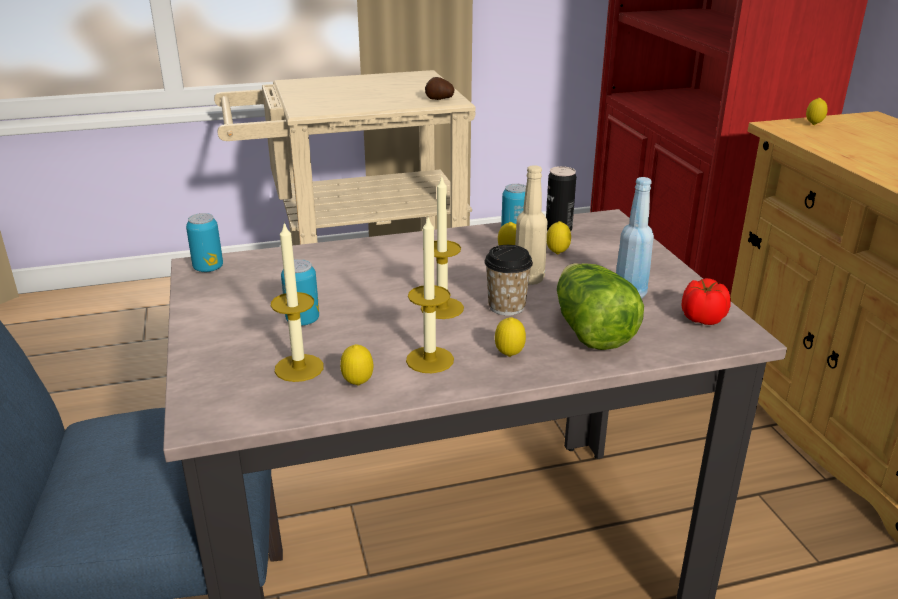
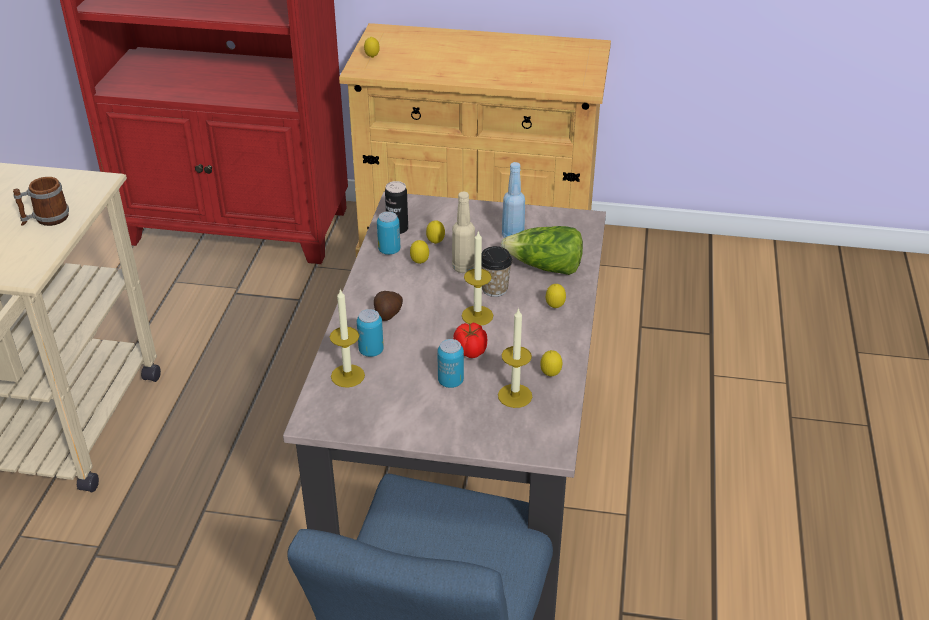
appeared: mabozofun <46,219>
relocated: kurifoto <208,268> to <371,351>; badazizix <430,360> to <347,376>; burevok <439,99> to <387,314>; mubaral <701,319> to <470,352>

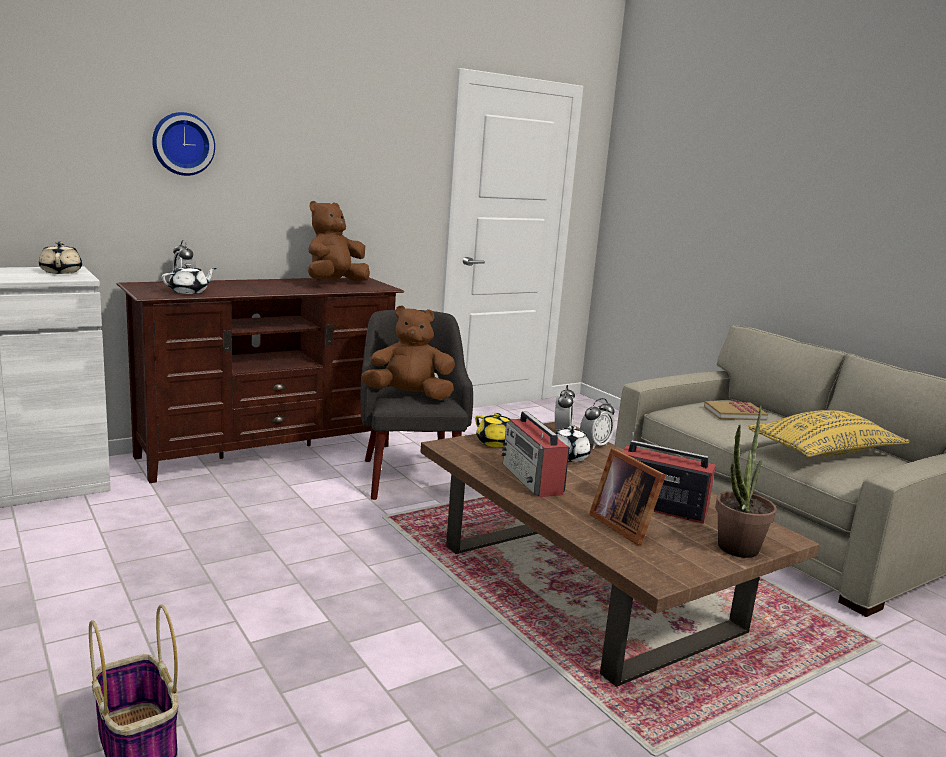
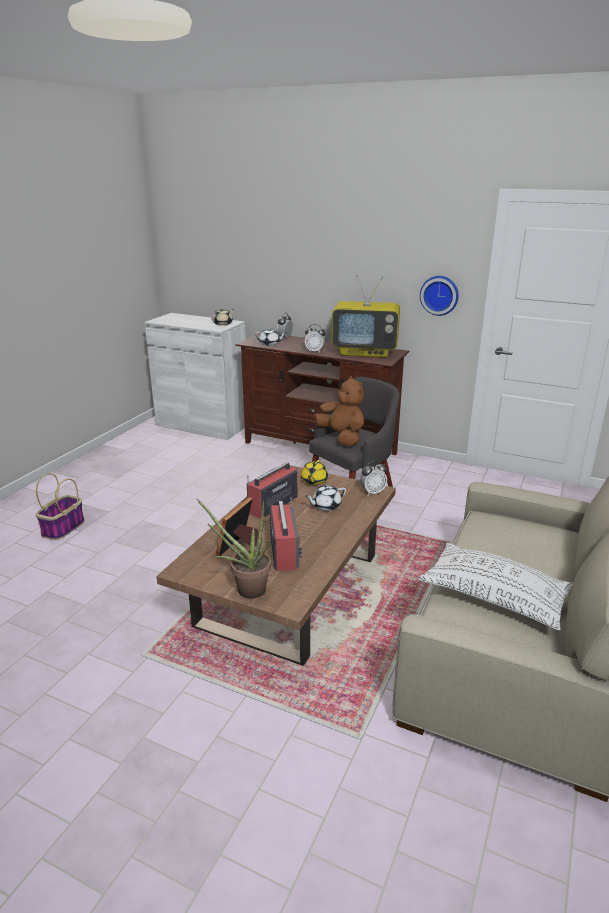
missing: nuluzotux <734,413>
relocated: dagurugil <182,144> to <439,295>; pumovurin <595,445> to <315,351>
exchanged: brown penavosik <334,283> to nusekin <365,352>
colour: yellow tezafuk <824,452> to white tezafuk <495,597>

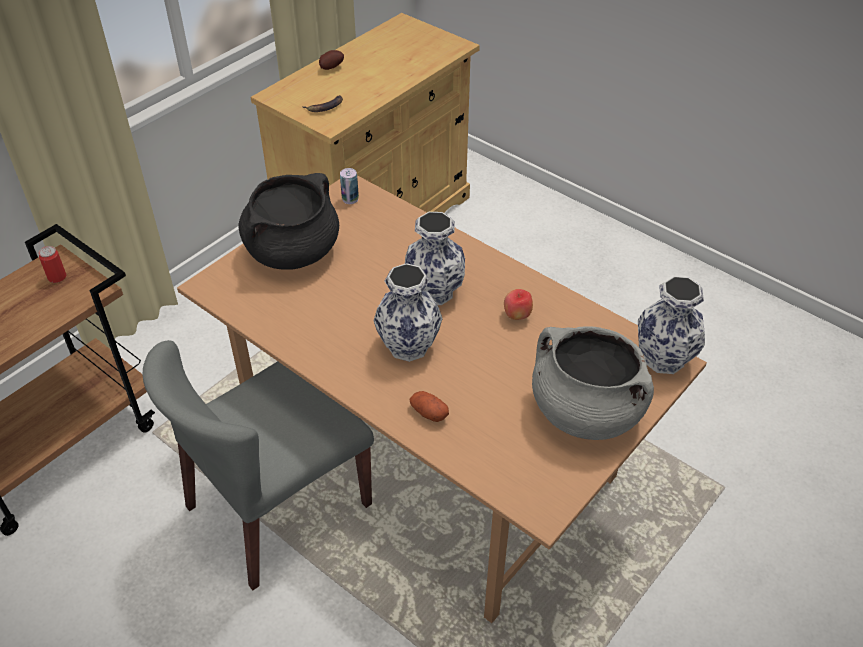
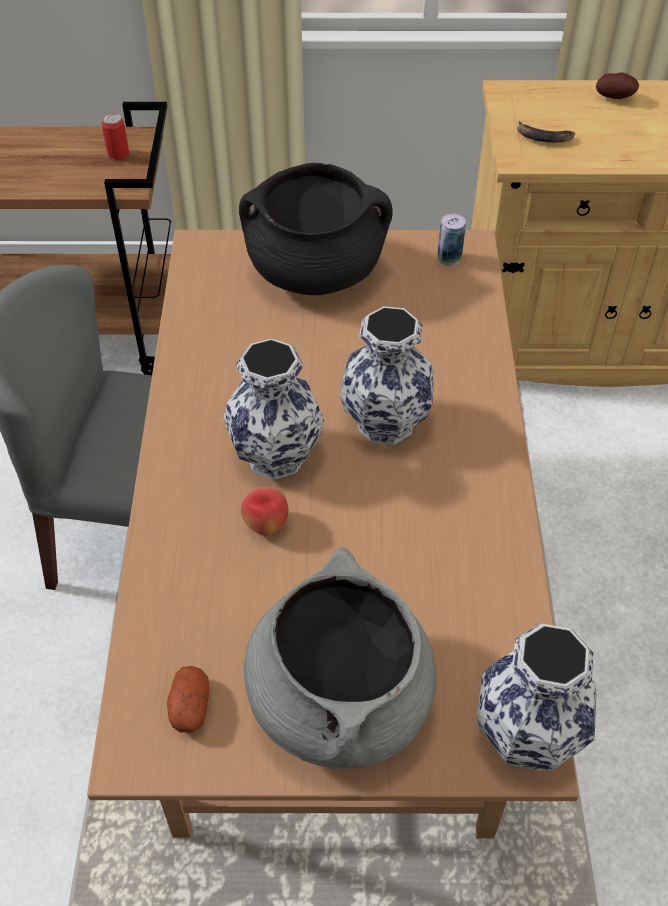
relocated: burevok <429,413> to <190,706>; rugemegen <517,316> to <266,525>

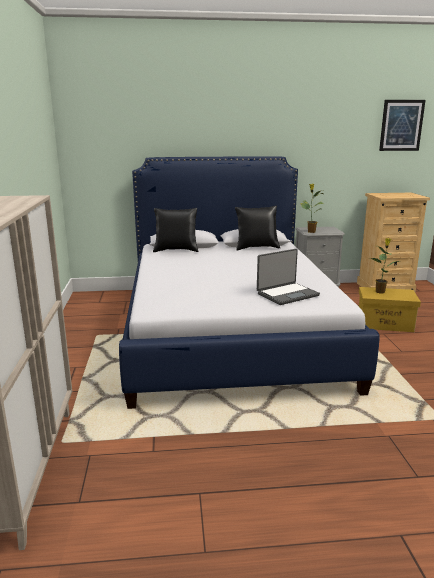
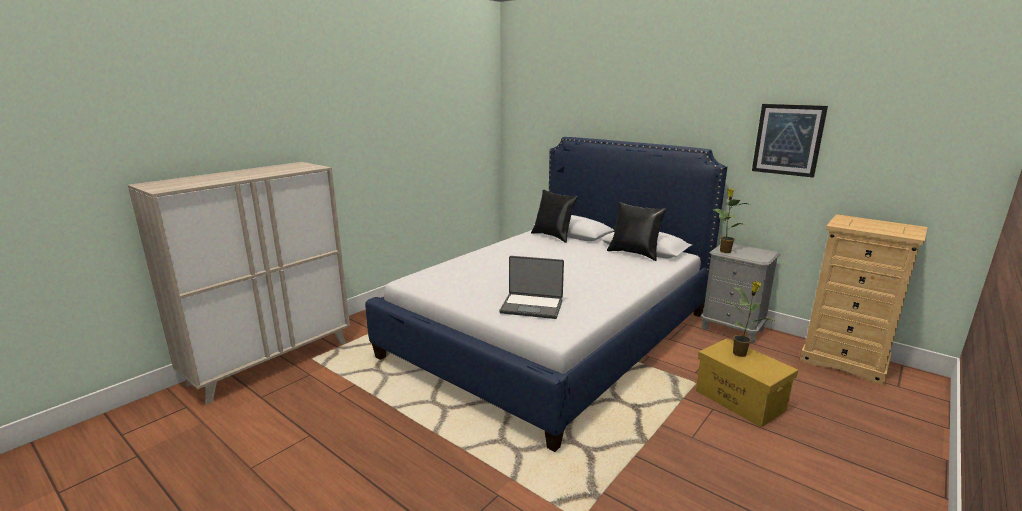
relocated: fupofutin <401,125> to <788,139>

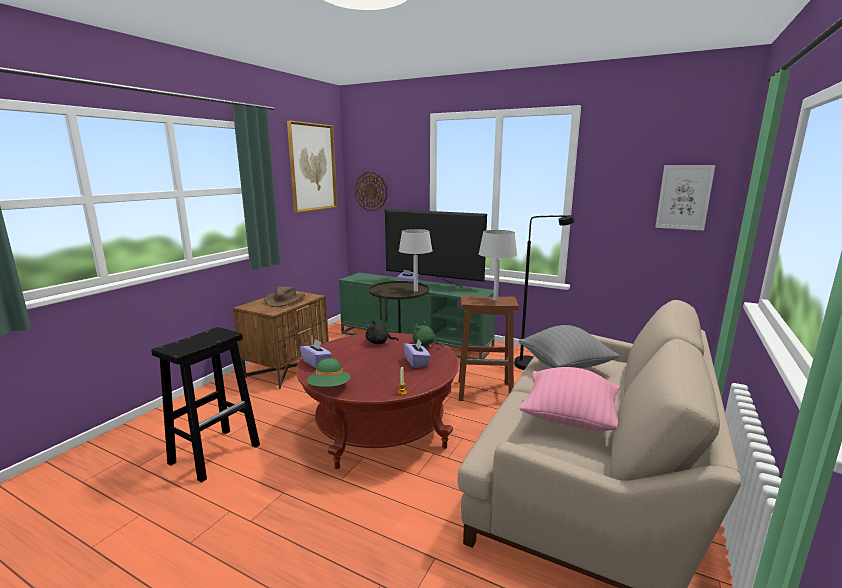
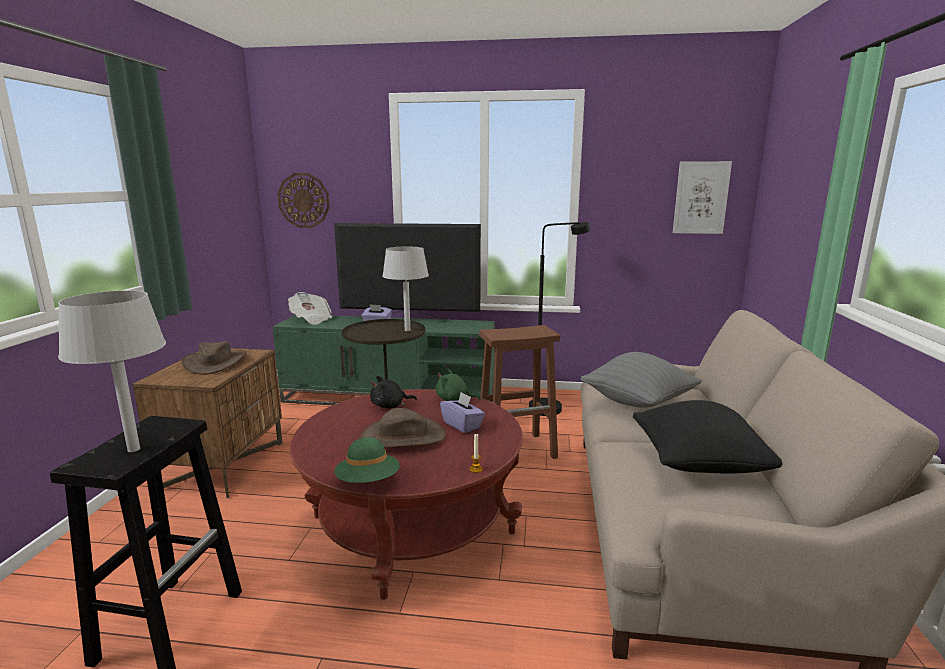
missing: fupofutin <312,167>; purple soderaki <316,363>
appeared: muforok <311,319>; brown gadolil <403,437>
relocated: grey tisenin <495,299> to <133,449>
colour: pink tezafuk <569,419> to black tezafuk <698,465>

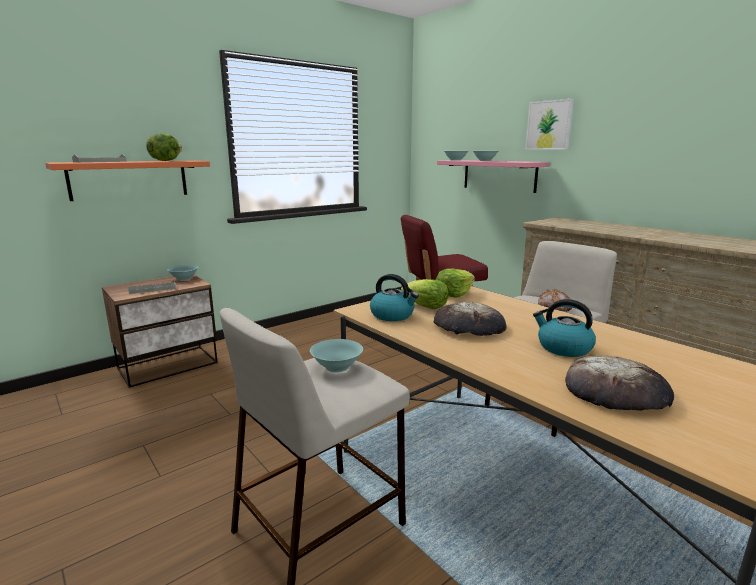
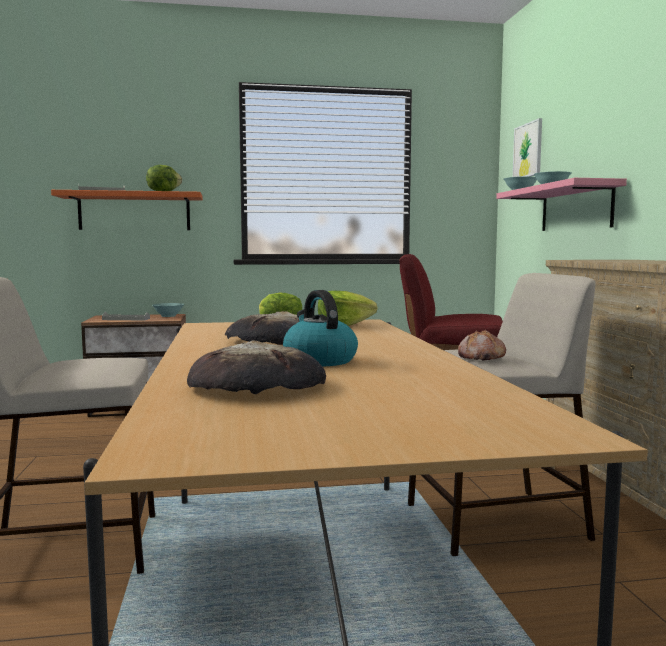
missing: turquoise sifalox <336,367>; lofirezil <393,315>
relocated: fupofutin <549,125> to <528,150>

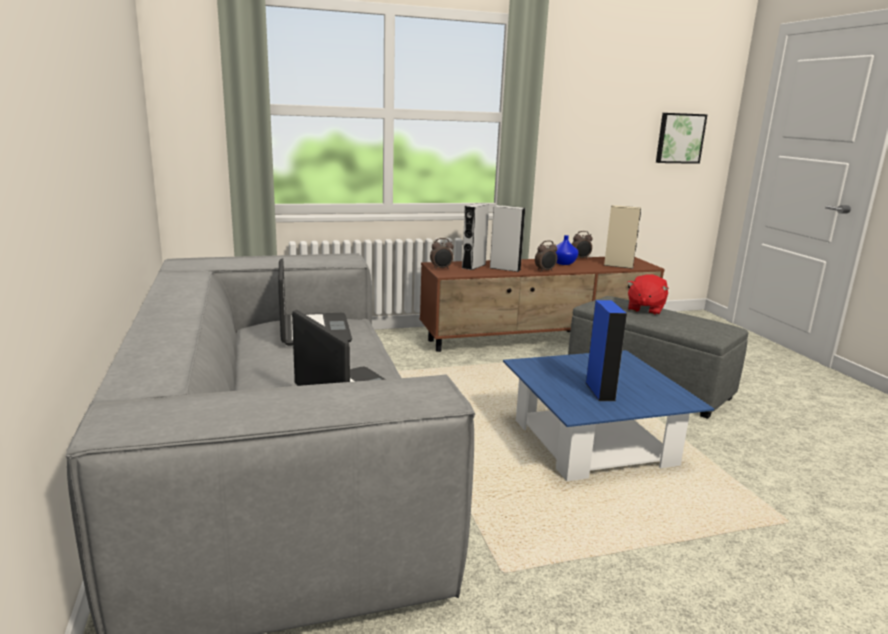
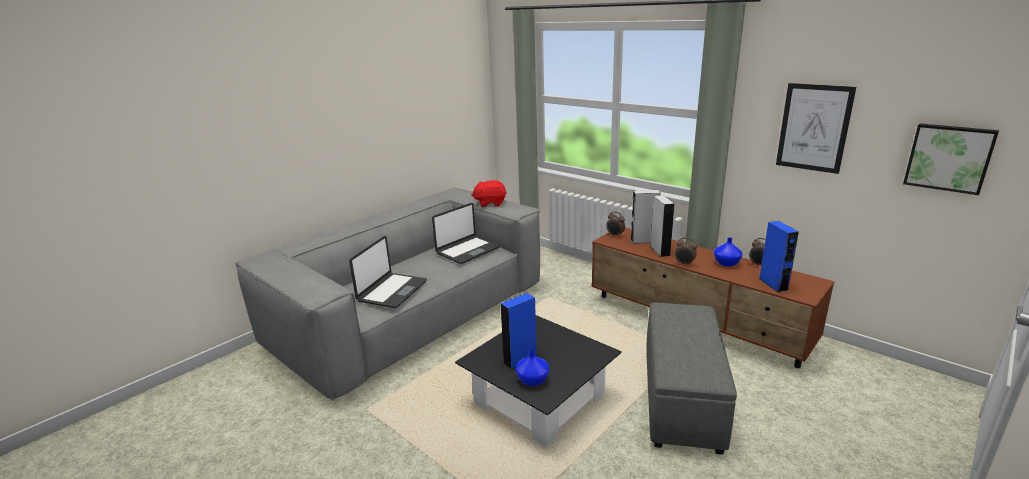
appeared: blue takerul <532,380>; fupofutin <813,128>
relocated: red penavosik <645,309> to <490,203>
colour: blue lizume <593,443> to black lizume <539,399>; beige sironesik <618,265> to blue sironesik <773,284>

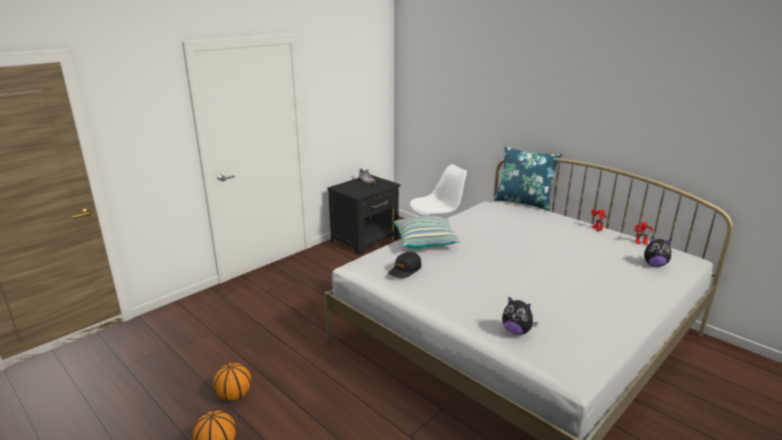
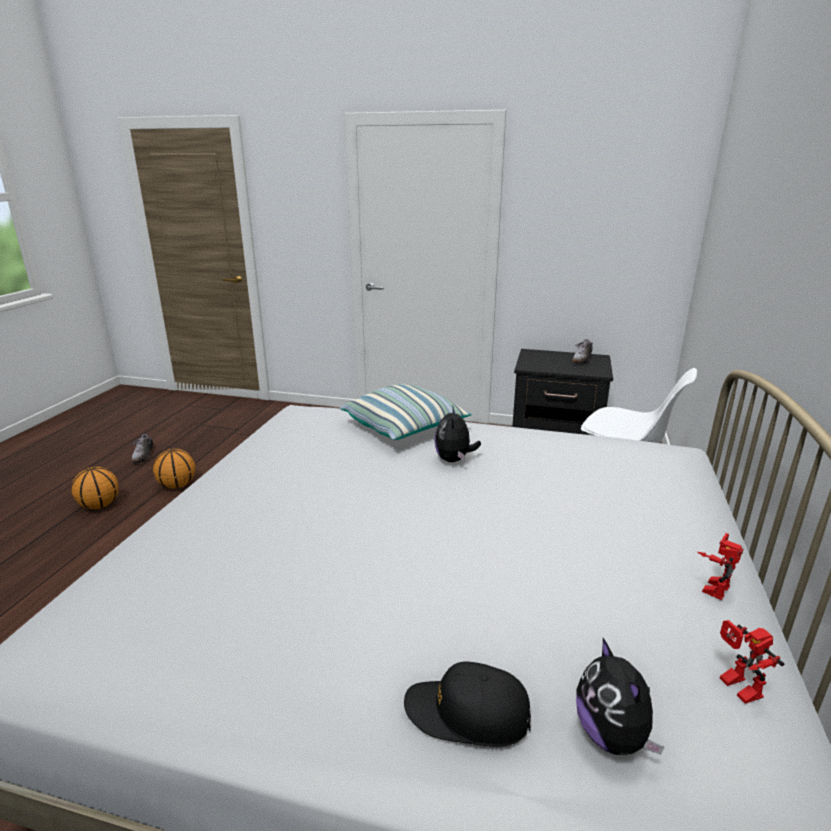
missing: blue tezafuk <524,202>
appeared: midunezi <143,455>
relocated: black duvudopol <405,270> to <467,713>; penavosik <516,331> to <454,460>

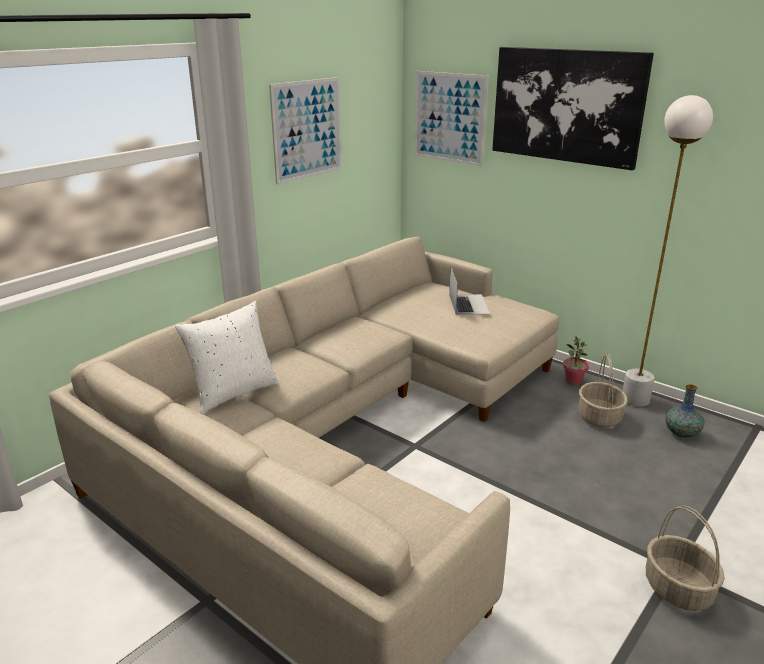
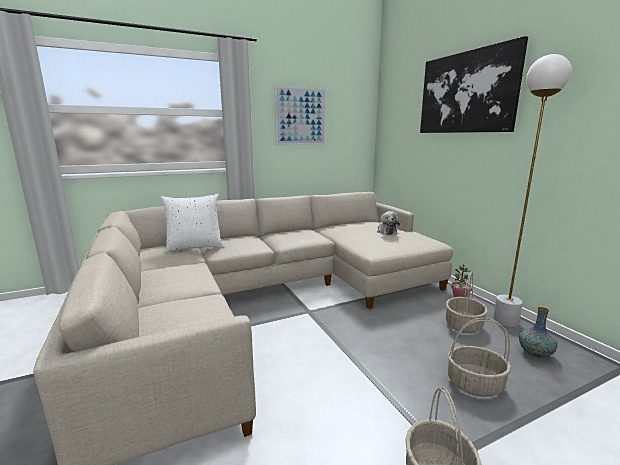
missing: fupofutin <449,118>
appeared: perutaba <475,384>
exchanged: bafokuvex <468,304> to penavosik <386,231>

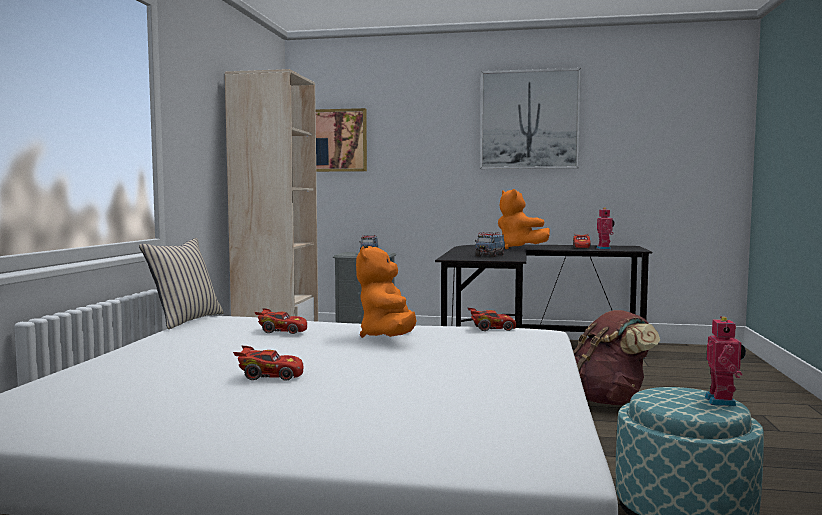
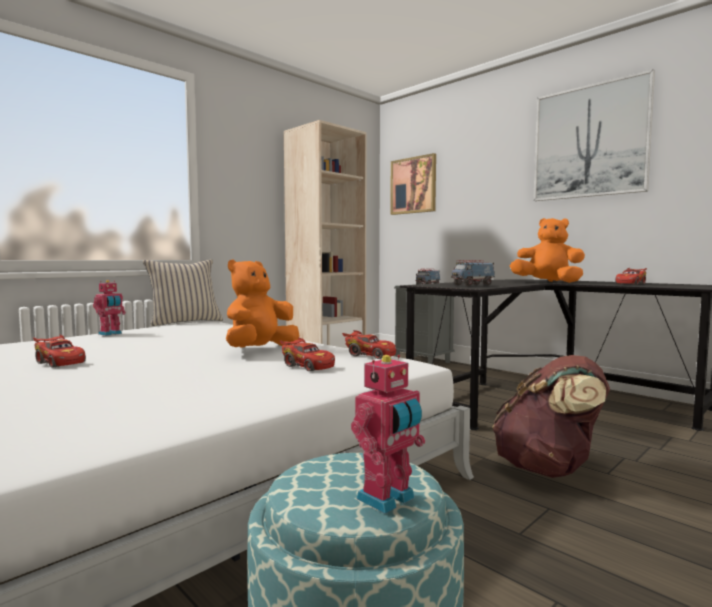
relocated: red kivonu <282,331> to <307,366>; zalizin <604,248> to <111,334>
spun: orange penavosik <518,248> = <548,282> 120 degrees clockwise

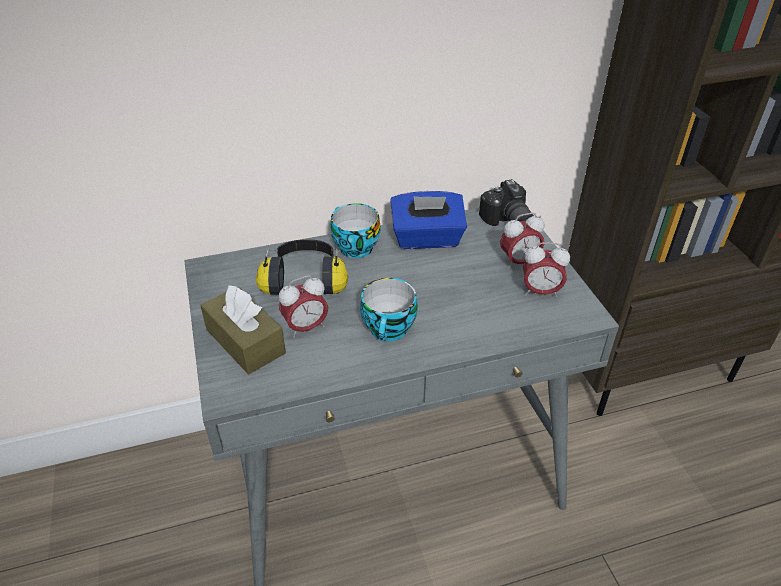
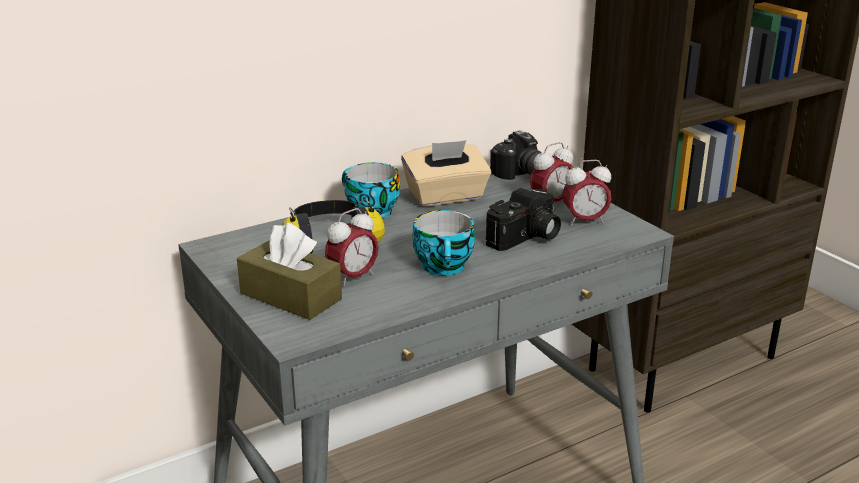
appeared: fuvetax <526,238>
colour: blue soderaki <427,239> to beige soderaki <446,197>

